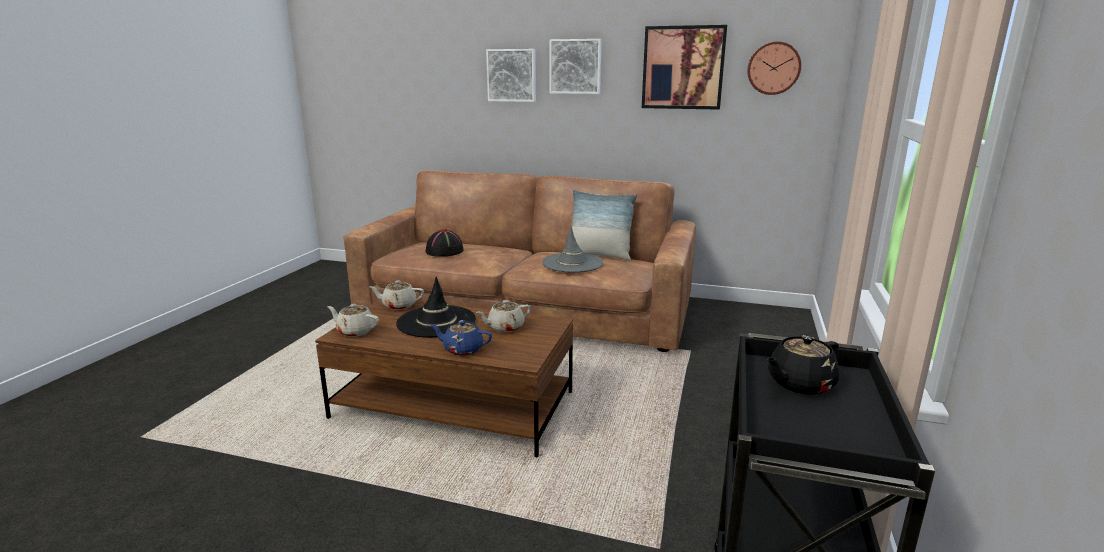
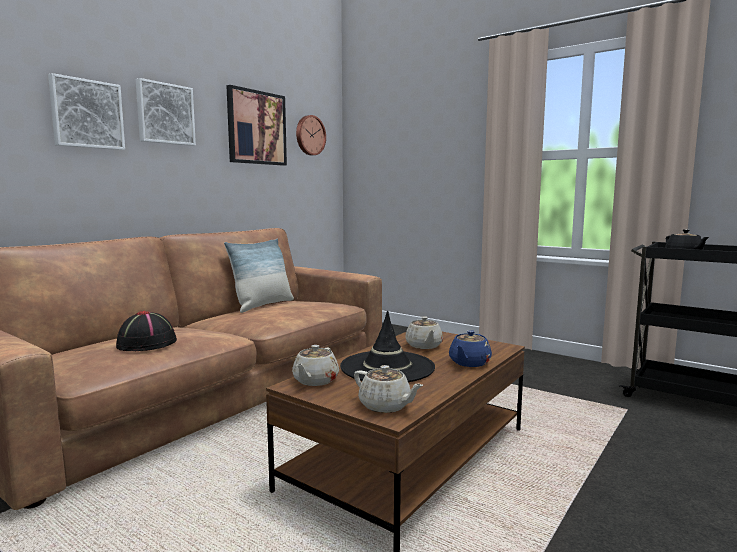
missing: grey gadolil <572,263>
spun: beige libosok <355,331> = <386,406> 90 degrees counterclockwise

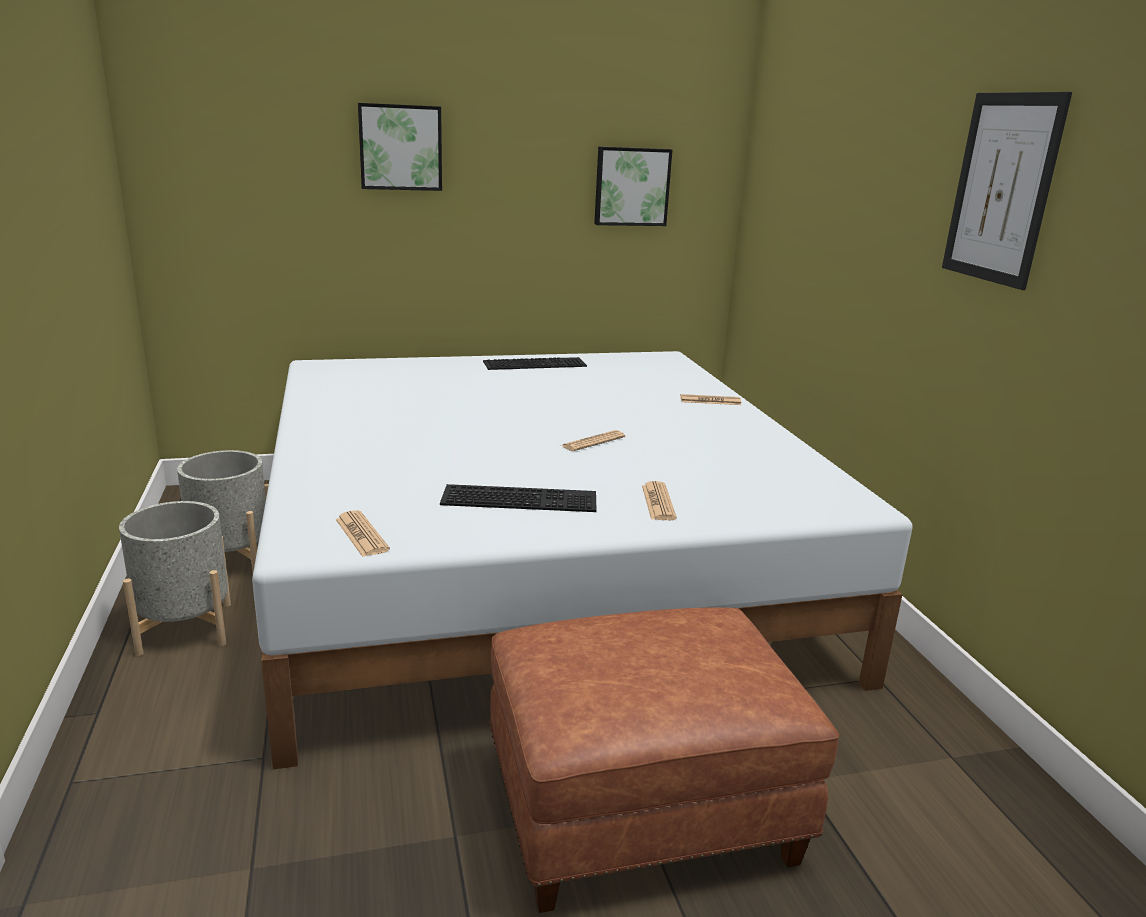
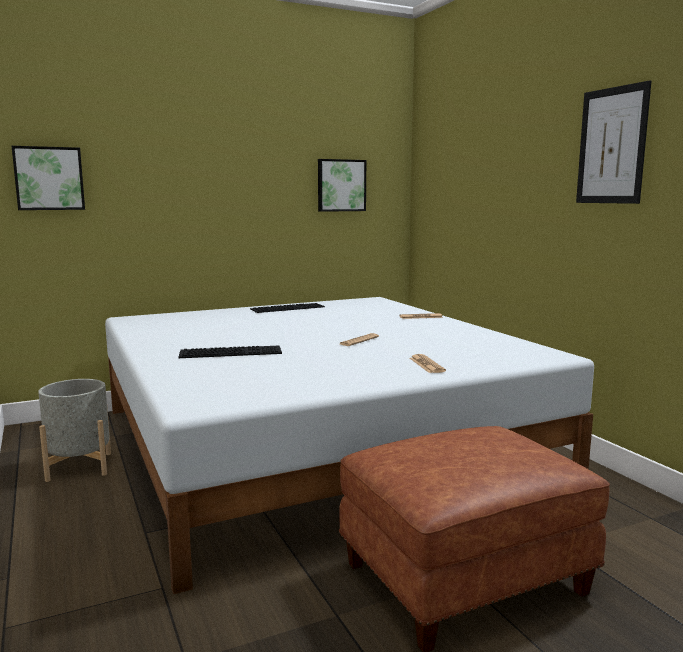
missing: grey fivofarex <185,628>; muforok <361,535>
relocated: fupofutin <400,147> to <49,178>; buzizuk <521,497> to <231,351>

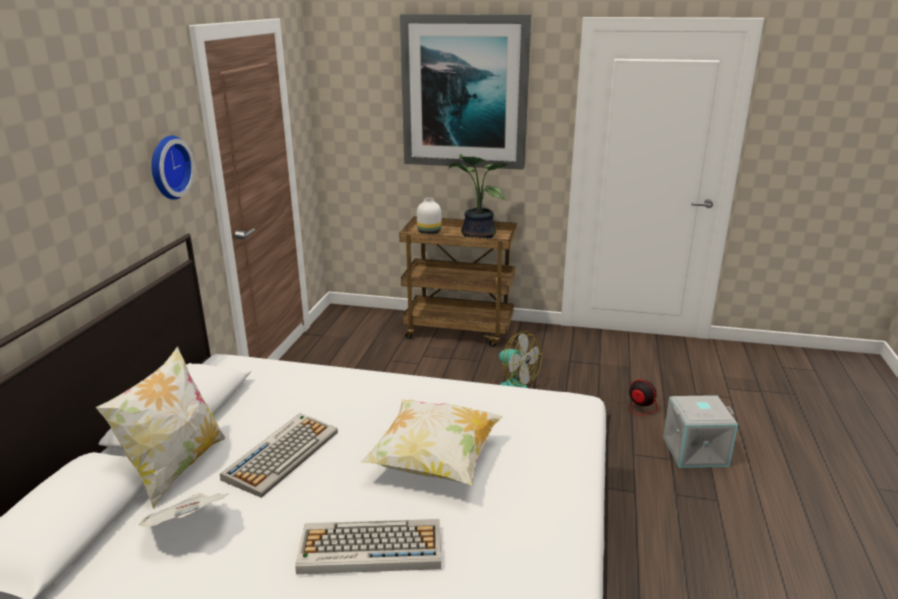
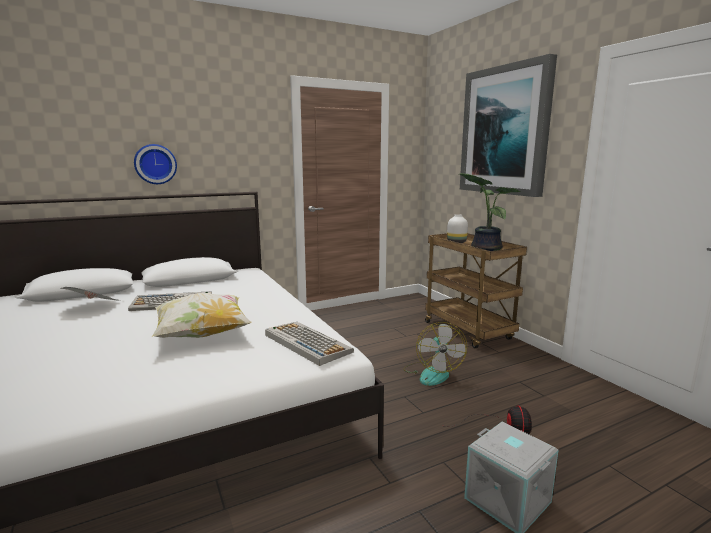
missing: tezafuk <176,468>
relocated: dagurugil <167,167> to <155,164>; buzizuk <369,548> to <306,343>

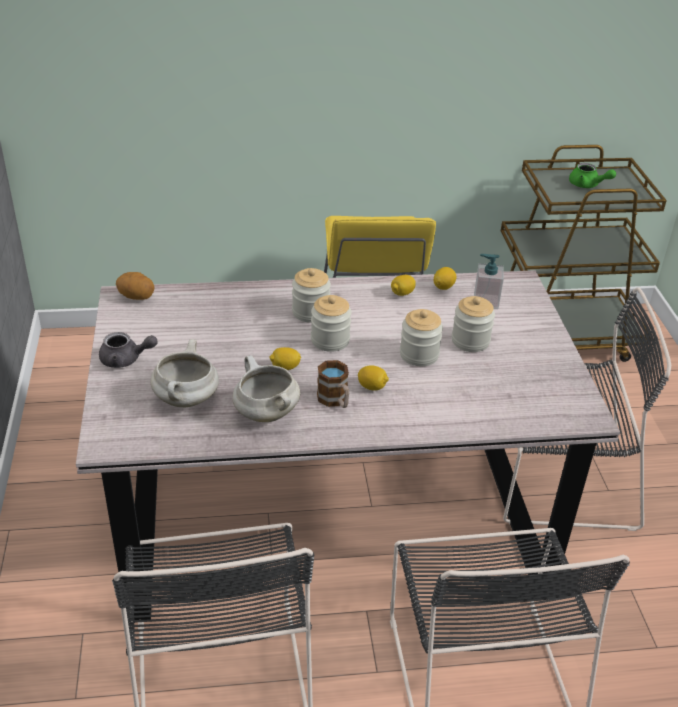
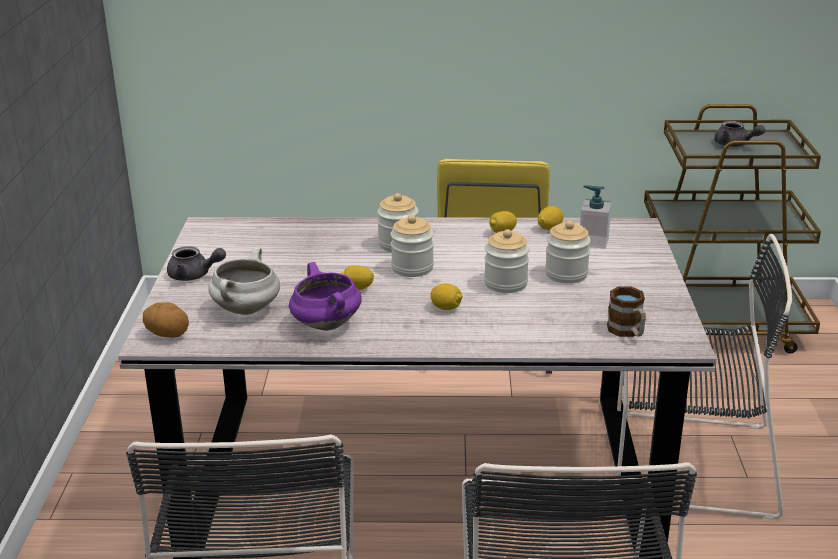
relocated: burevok <136,297> to <168,334>; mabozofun <335,401> to <628,332>
colour: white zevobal <265,413> to purple zevobal <325,324>; green libosok <587,185> to grey libosok <735,145>

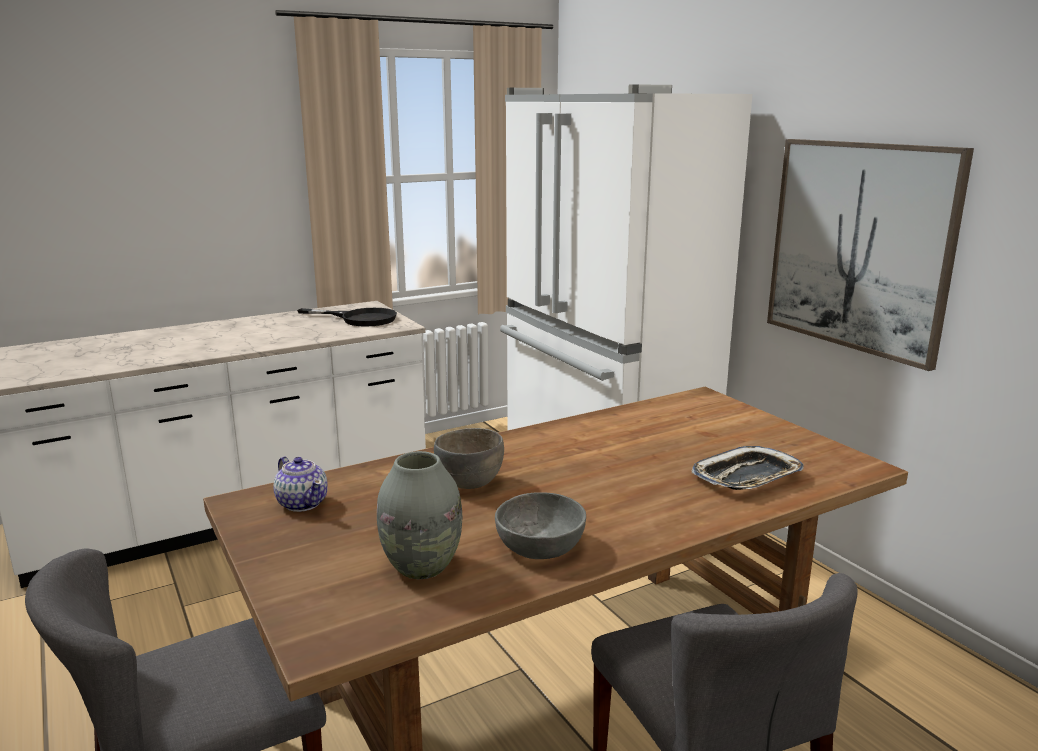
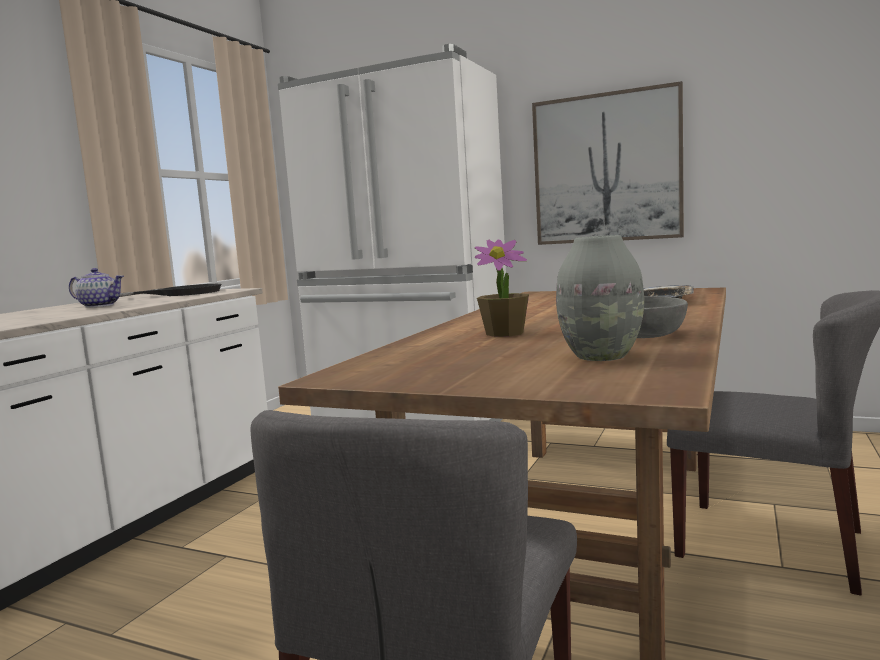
relocated: libosok <302,503> to <99,305>
exchanged: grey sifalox <470,483> to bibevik <505,333>

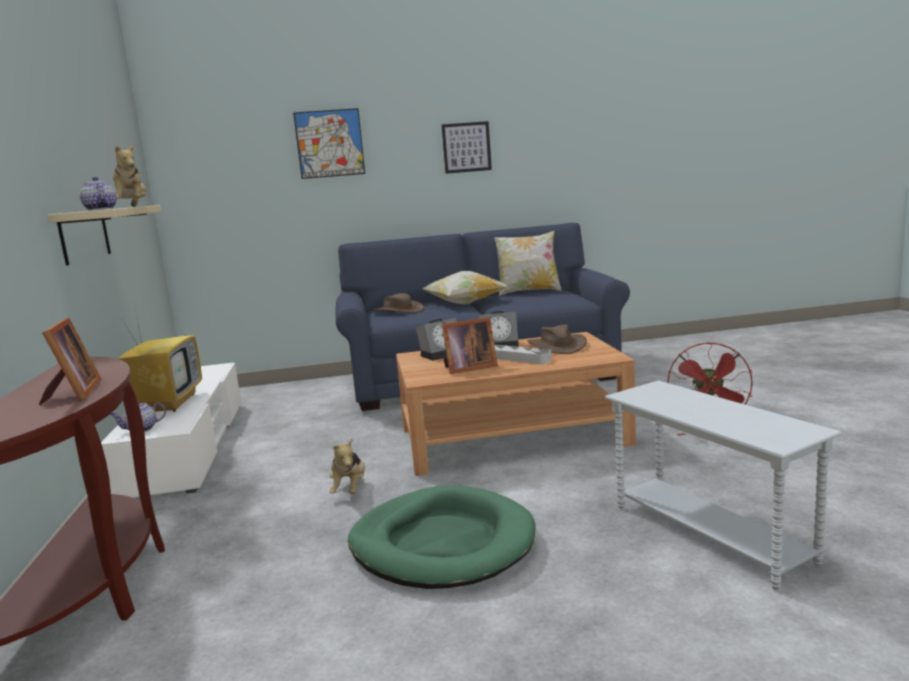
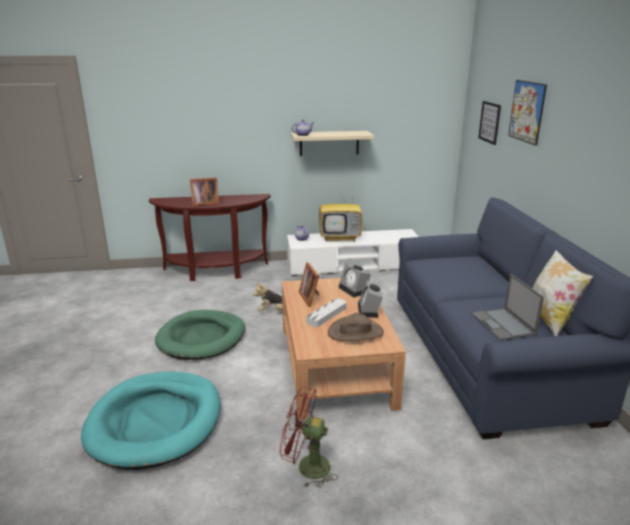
missing: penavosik <133,206>; brown gadolil <398,310>; tezafuk <465,304>
appeared: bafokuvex <503,324>
relocated: fupofutin <466,147> to <489,122>
exchanged: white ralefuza <709,534> to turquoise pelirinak <155,422>

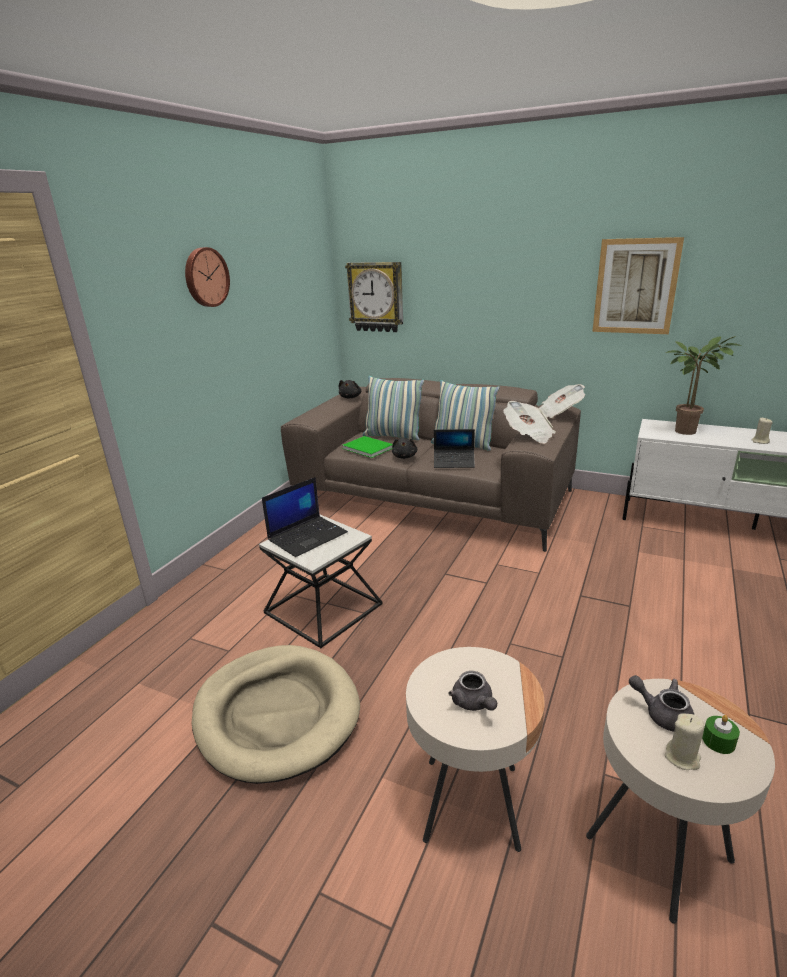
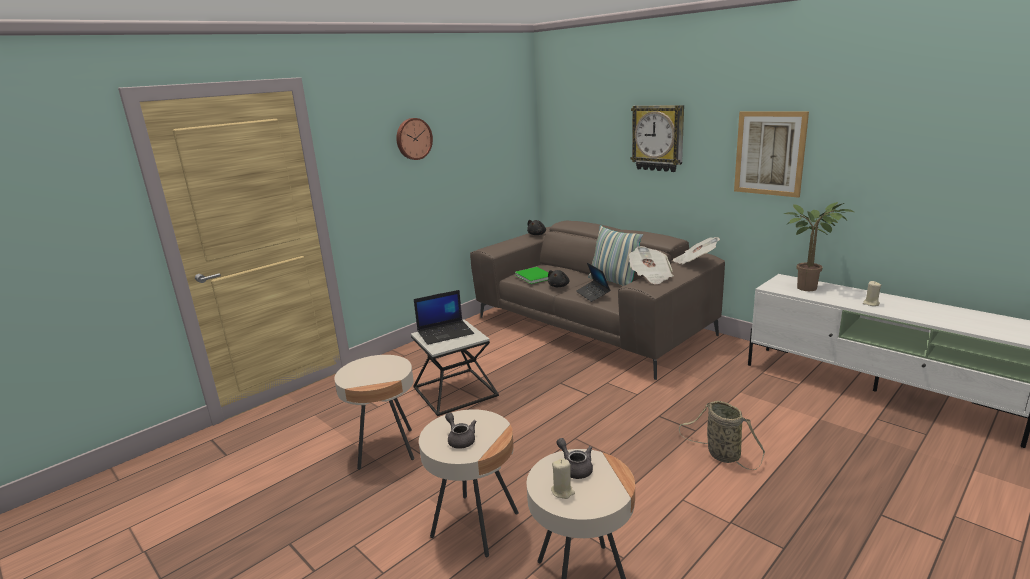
missing: tezafuk <393,436>; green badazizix <718,741>
appeared: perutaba <720,454>
relocated: dagurugil <376,297> to <658,138>
exchanged: beige pelirinak <277,714> to beige ralefuza <385,449>
spun: bafokuvex <454,462> = <593,294> 45 degrees clockwise; grey libosok <474,703> = <460,439> 150 degrees clockwise

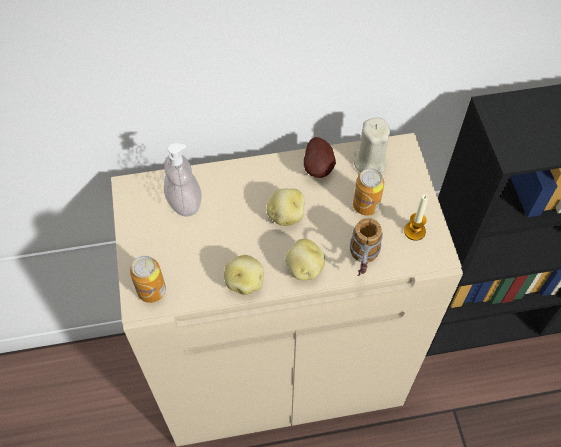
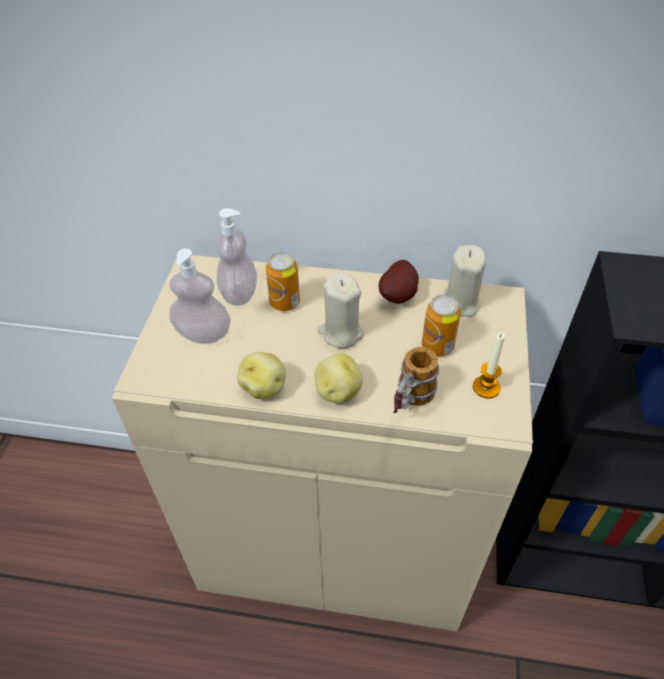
appeared: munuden <203,333>
relocated: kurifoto <151,291> to <284,302>
exchanged: burevok <285,215> to beige badazizix <340,332>

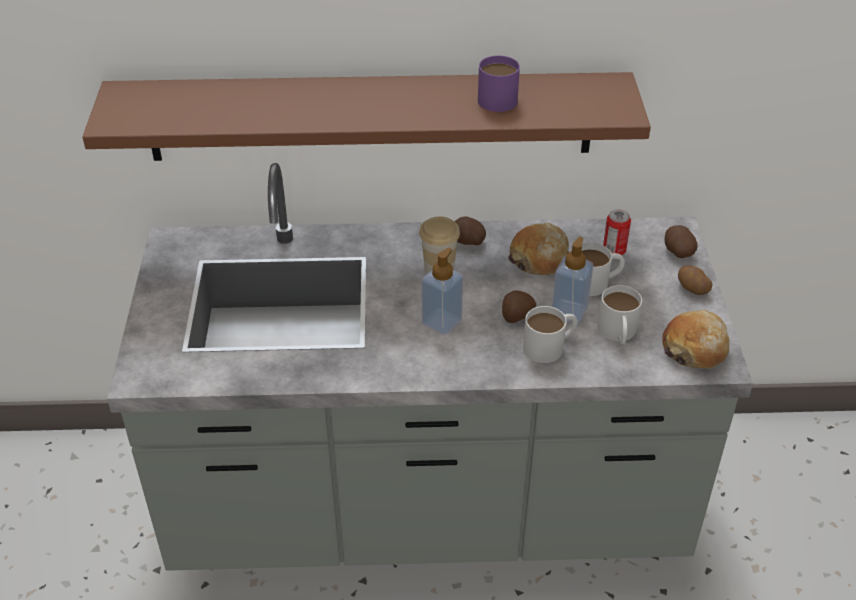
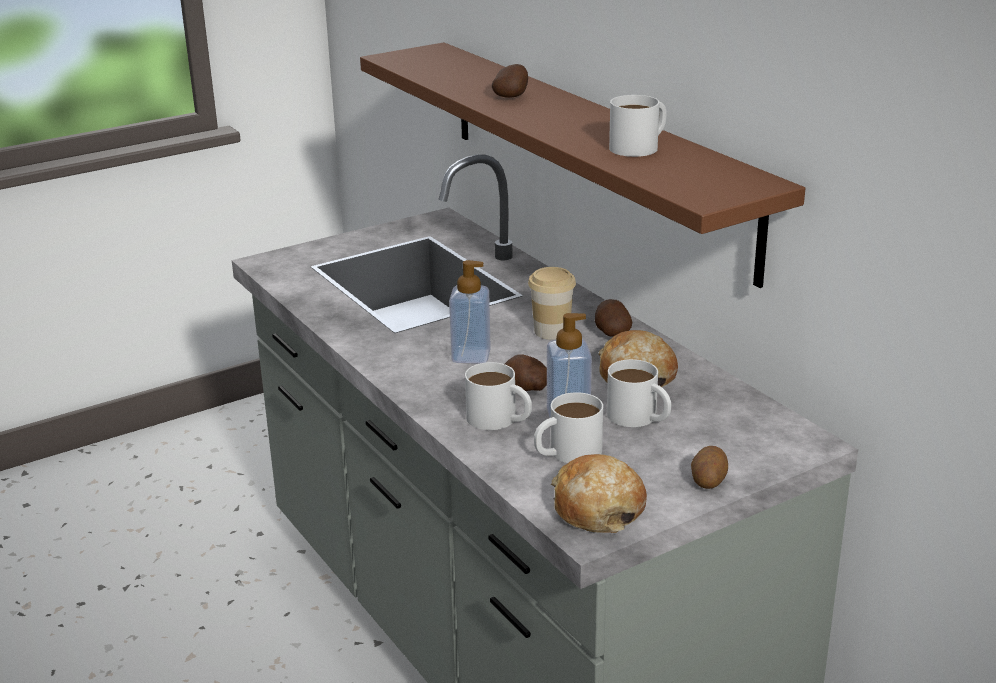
missing: kurifoto <614,250>
relocated: burevok <677,252> to <512,97>
colour: purple mabozofun <495,96> to white mabozofun <640,146>

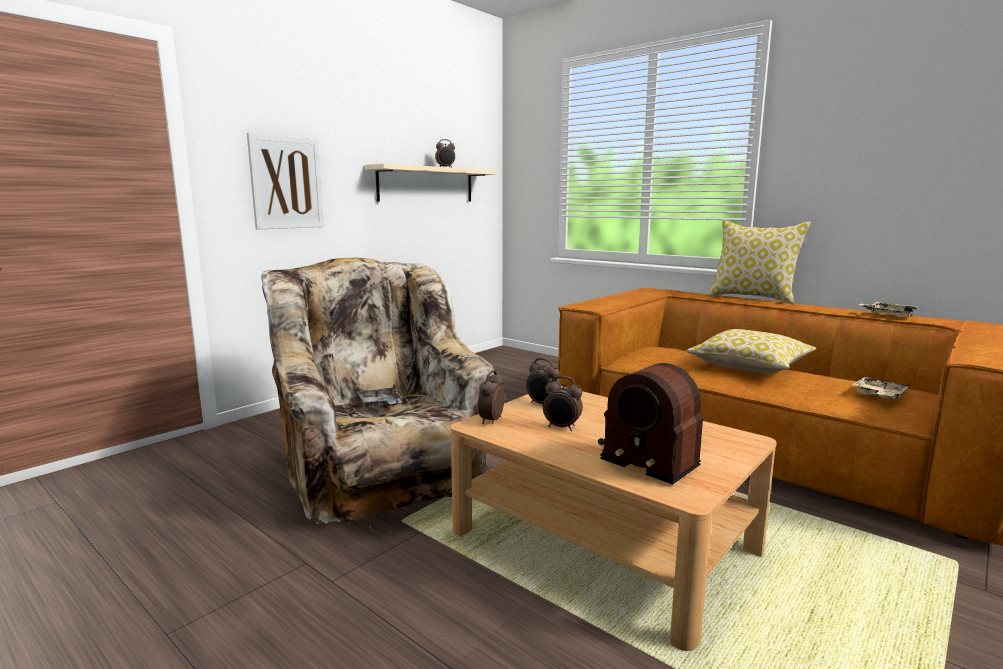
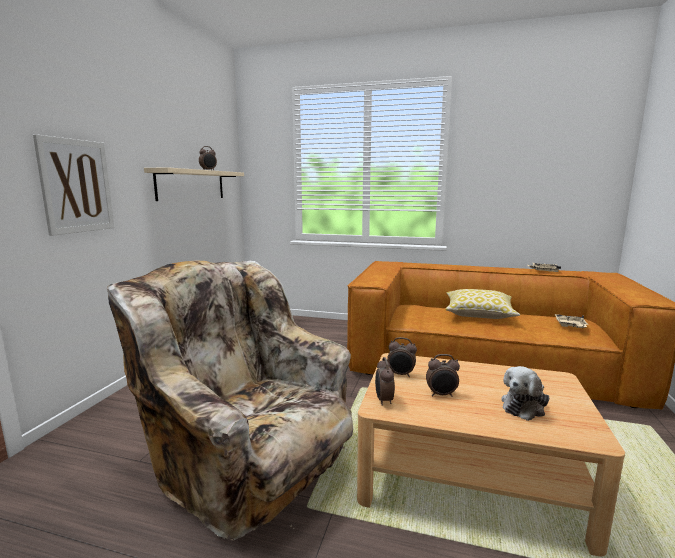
missing: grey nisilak <380,405>; tezafuk <753,298>
exchanged: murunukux <647,454> to penavosik <524,406>

